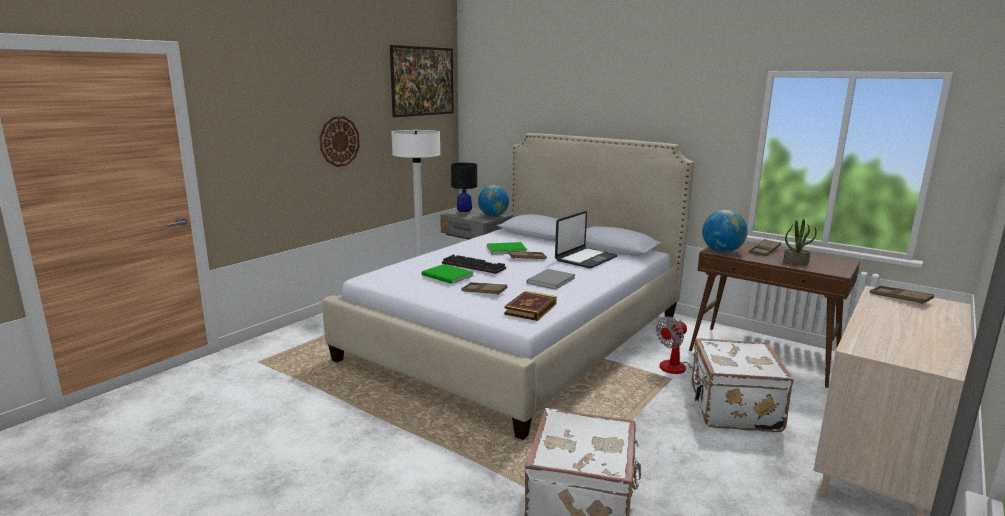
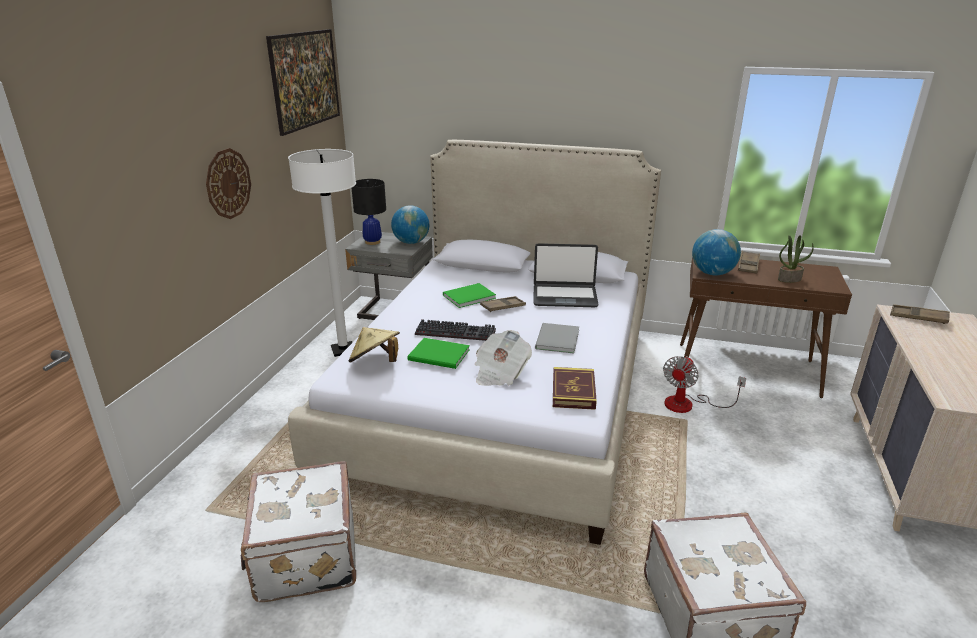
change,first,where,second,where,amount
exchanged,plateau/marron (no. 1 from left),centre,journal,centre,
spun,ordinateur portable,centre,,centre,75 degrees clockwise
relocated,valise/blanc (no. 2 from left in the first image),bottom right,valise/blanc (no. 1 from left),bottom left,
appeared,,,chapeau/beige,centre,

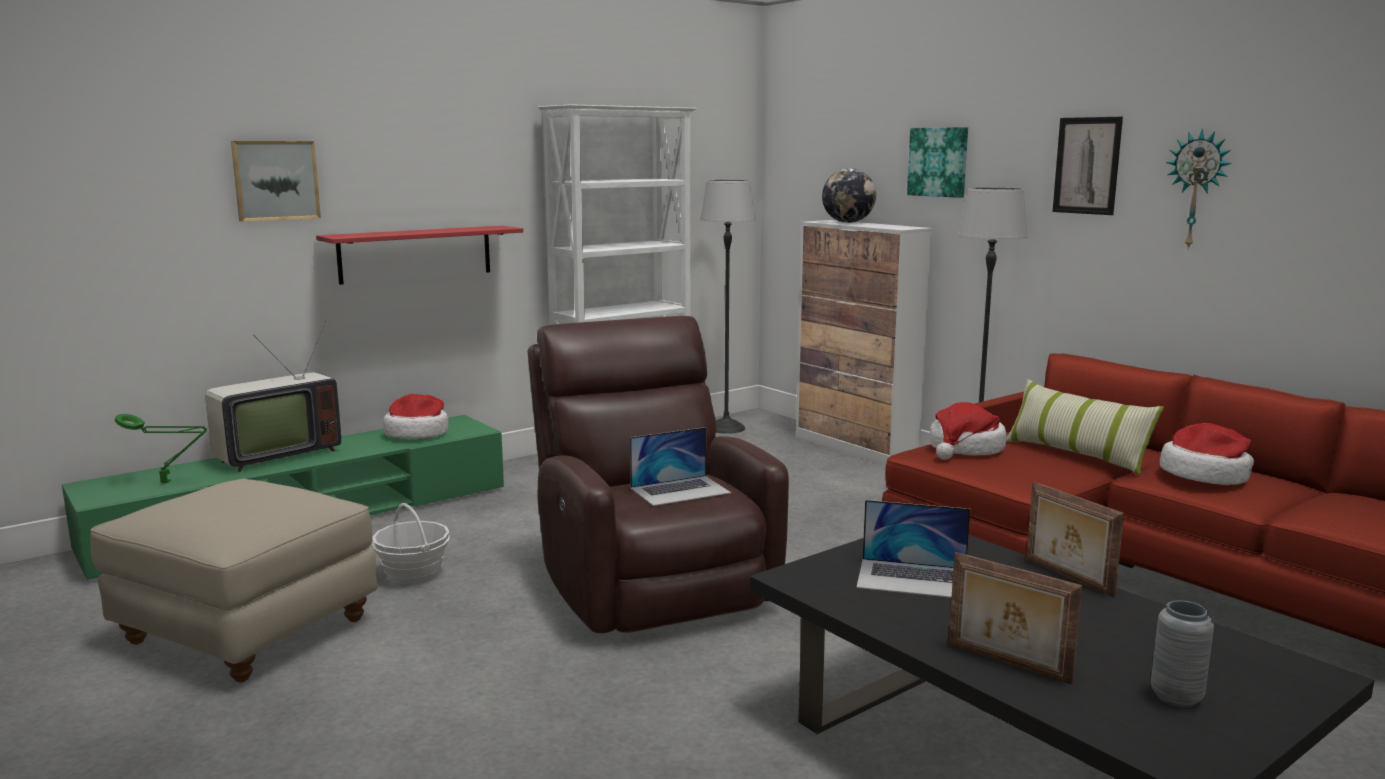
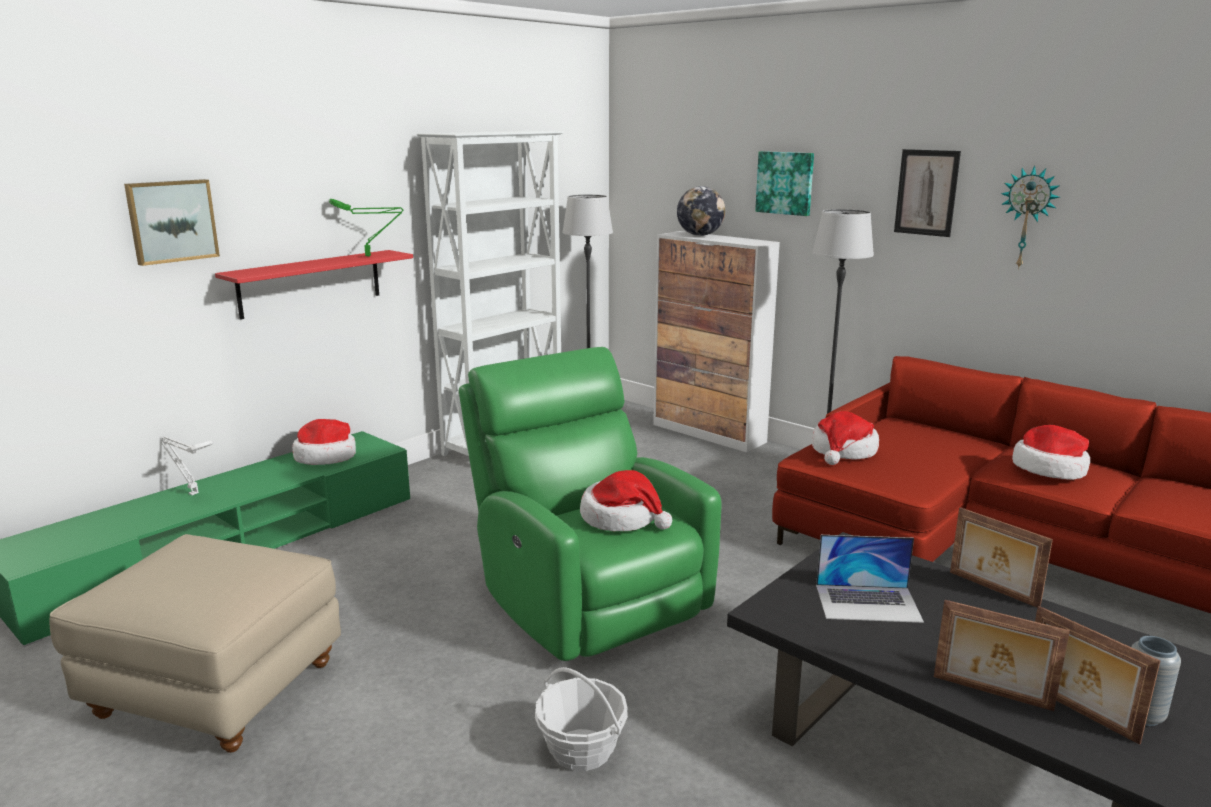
change,first,where,second,where,amount
relocated,lampe de table/vert,middle left,,top left,
exchanged,téléviseur,middle left,lampe de table/blanc,middle left,
relocated,panier,bottom left,,bottom centre,
colour,fauteuil/marron,centre,fauteuil/vert,centre,
exchanged,ordinateur portable (no. 1 from left),centre,chapeau (no. 2 from left),centre,
missing,coussin,middle right,,,
appeared,,,cadre photo (no. 3 from left),bottom right,

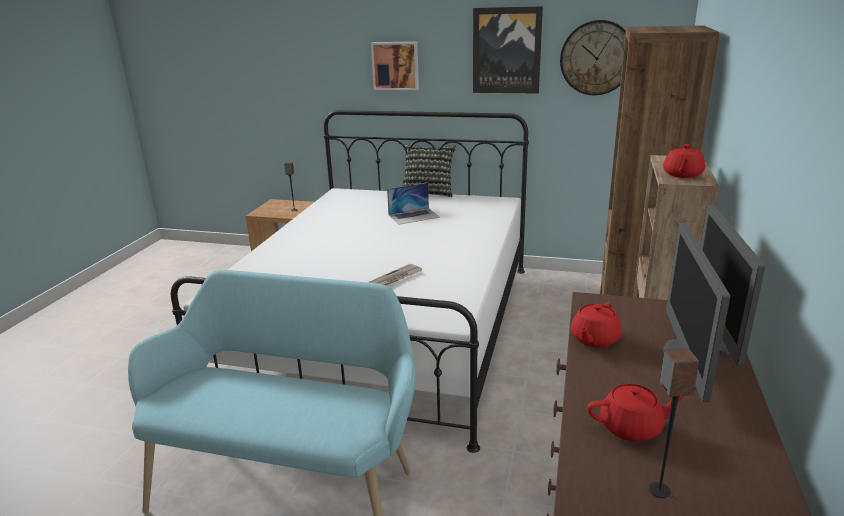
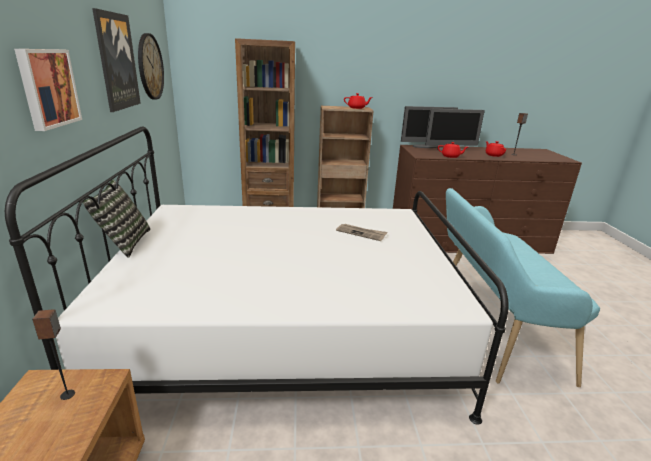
change,first,where,second,where,amount
missing,ordinateur portable,centre,,,

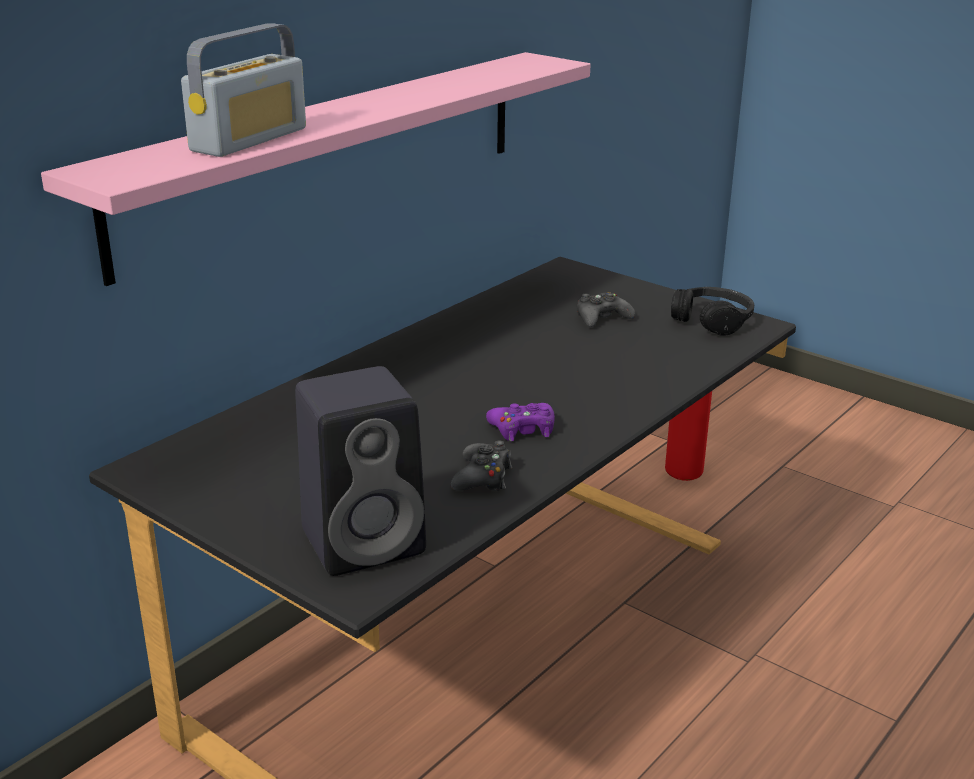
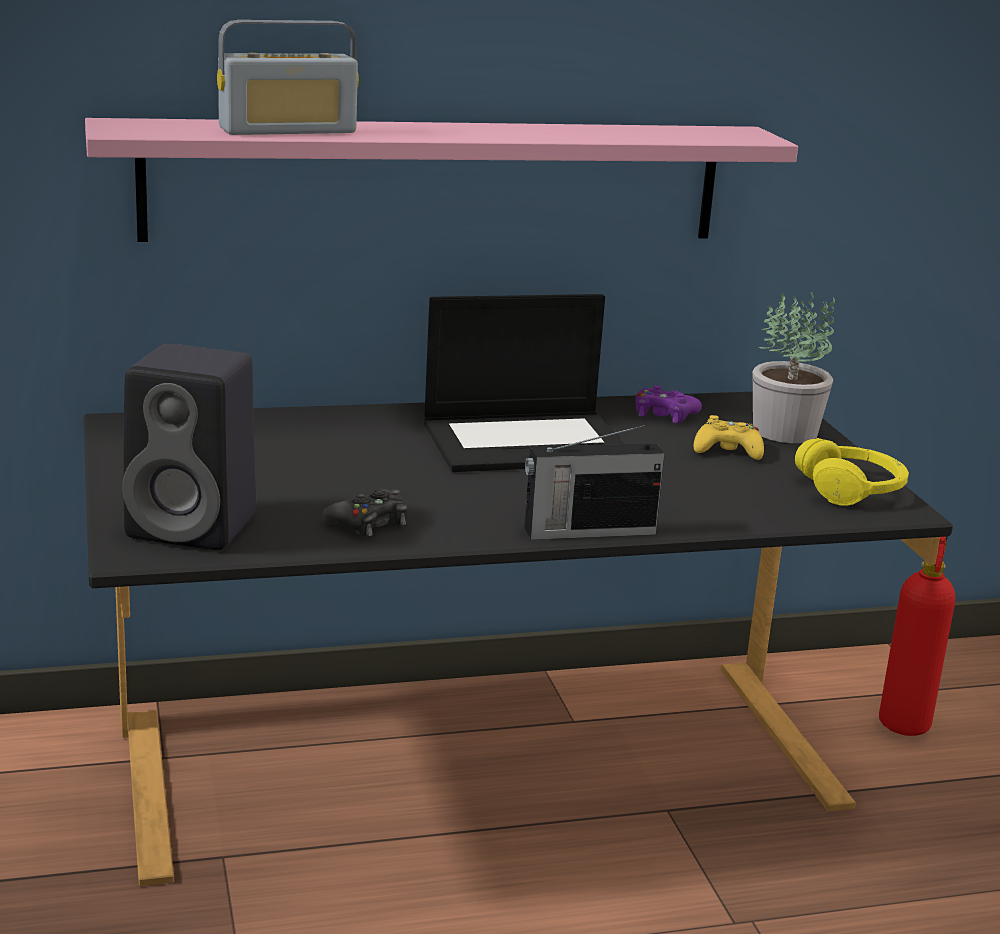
change,first,where,second,where,amount
relocated,manette/violet,centre,,middle right,
colour,manette/noir (no. 2 from left),centre,manette/jaune,middle right,
colour,casque audio/noir,middle right,casque audio/jaune,middle right,
appeared,,,ordinateur portable,centre,
appeared,,,radio (no. 2 from left),centre,
appeared,,,plante en pot,middle right,

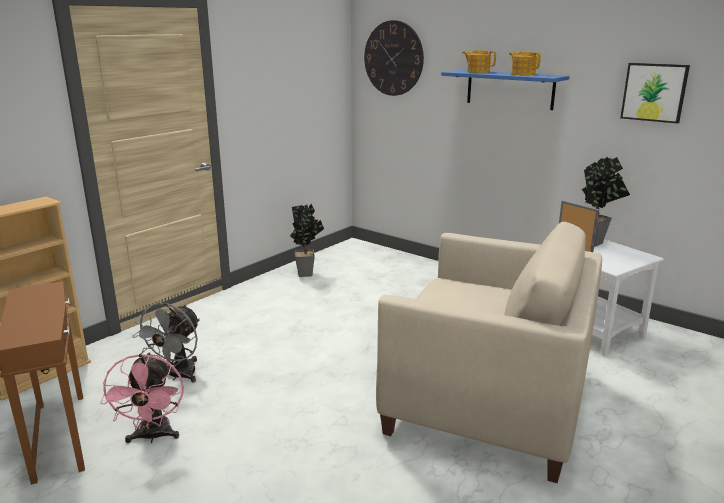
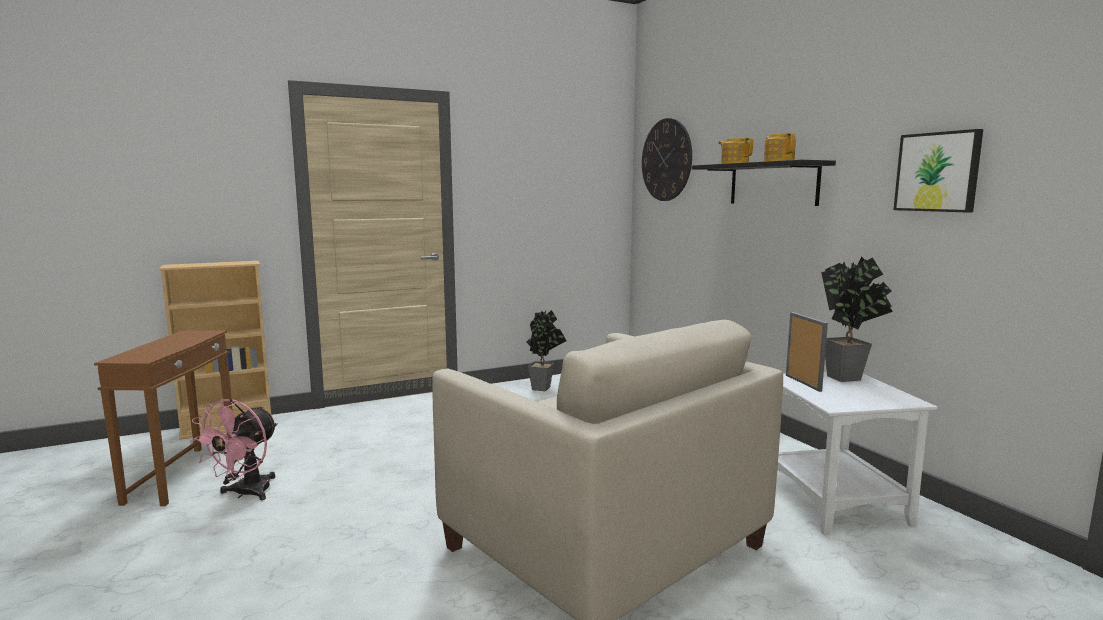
change,first,where,second,where,amount
missing,ventilateur/gris,bottom left,,,
colour,étagère/bleu,top right,étagère/noir,top right,

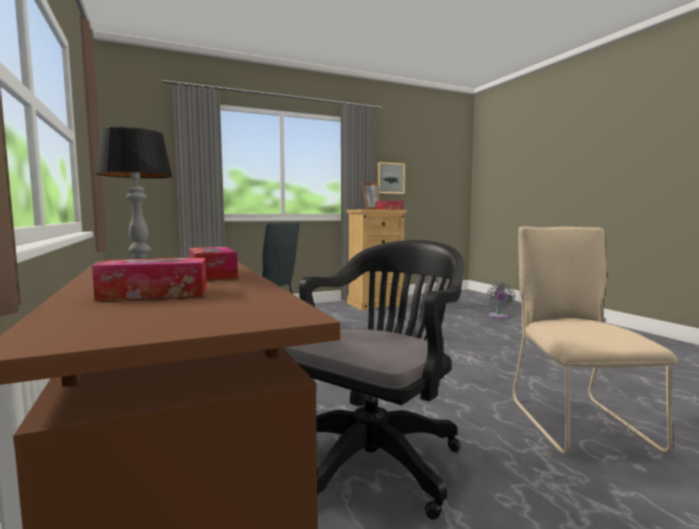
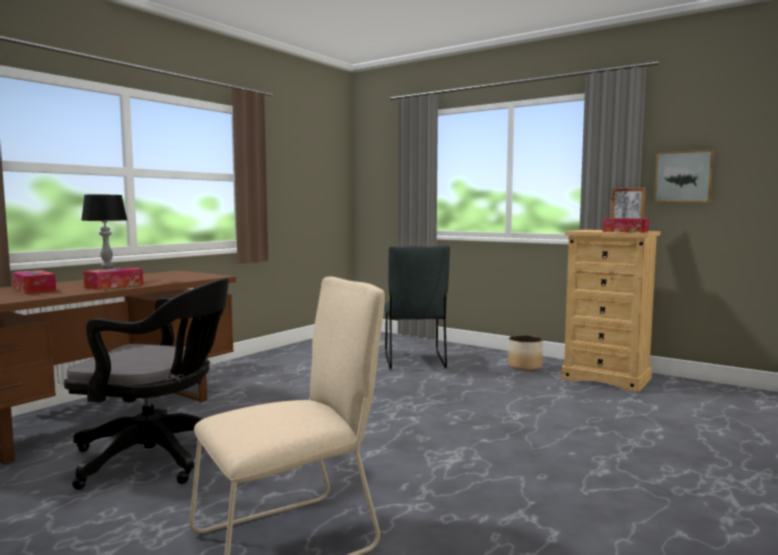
change,first,where,second,where,amount
missing,ventilateur/gris,middle right,,,
appeared,,,cache-pot,middle right,

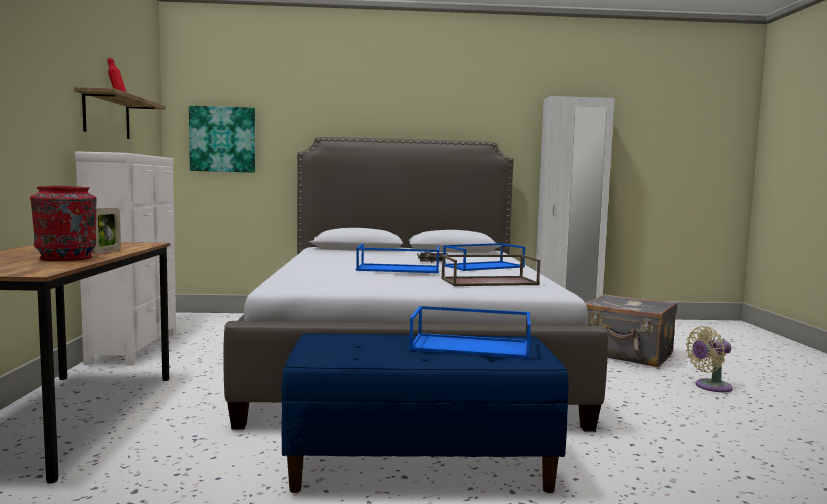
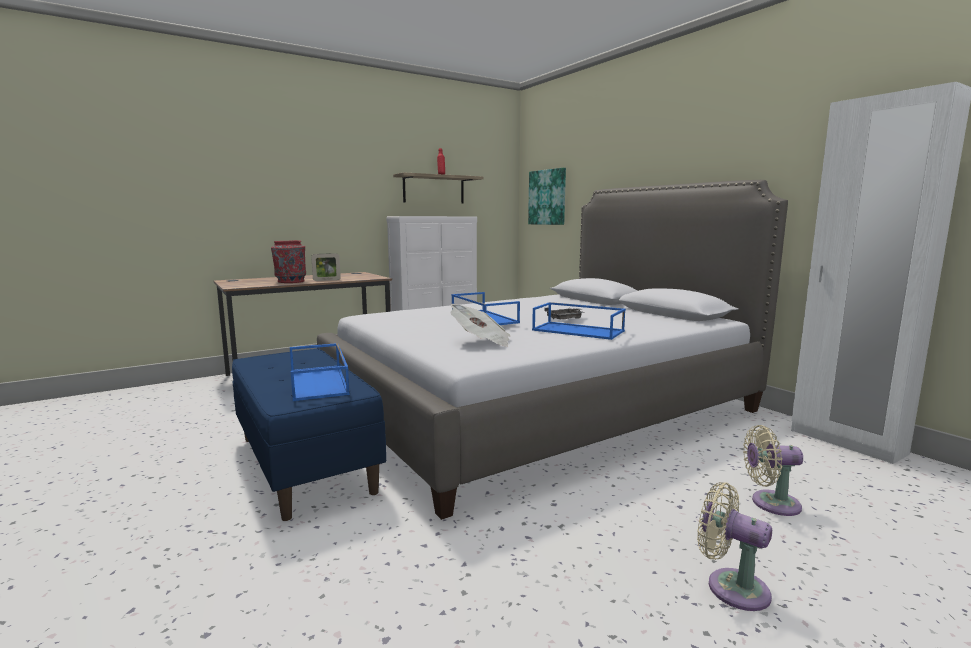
change,first,where,second,where,amount
exchanged,plateau/marron,centre,journal,centre,
exchanged,valise/gris,middle right,ventilateur/beige (no. 2 from left),bottom right,

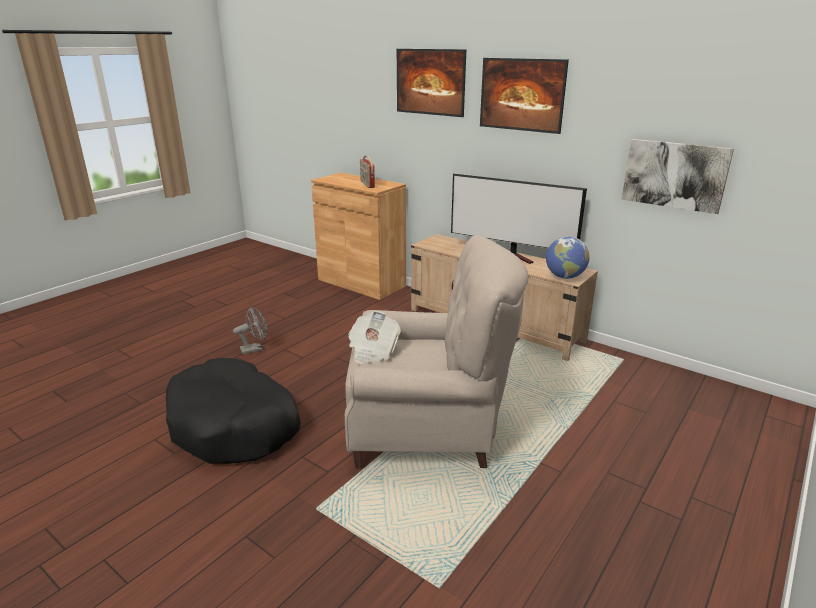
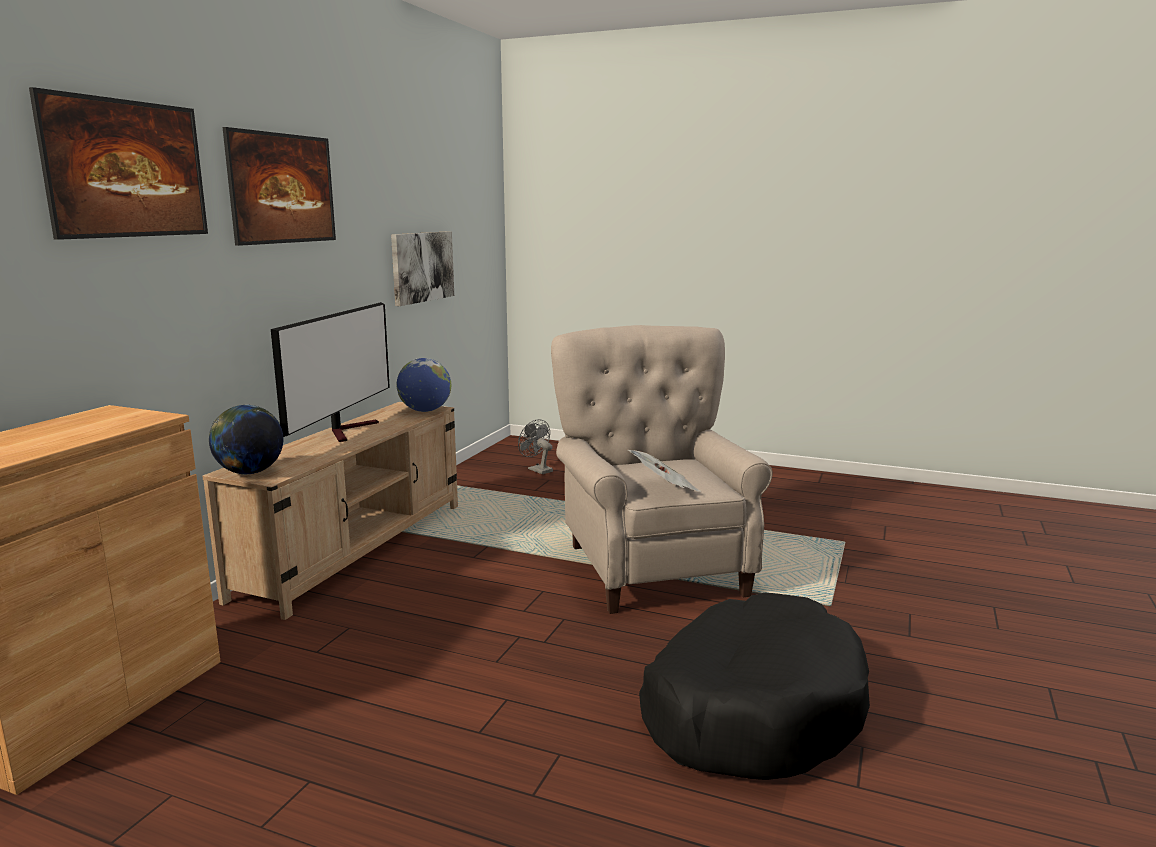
change,first,where,second,where,amount
relocated,ventilateur/gris,middle left,,centre,
missing,radio,top centre,,,
appeared,,,globe (no. 1 from left),middle left,

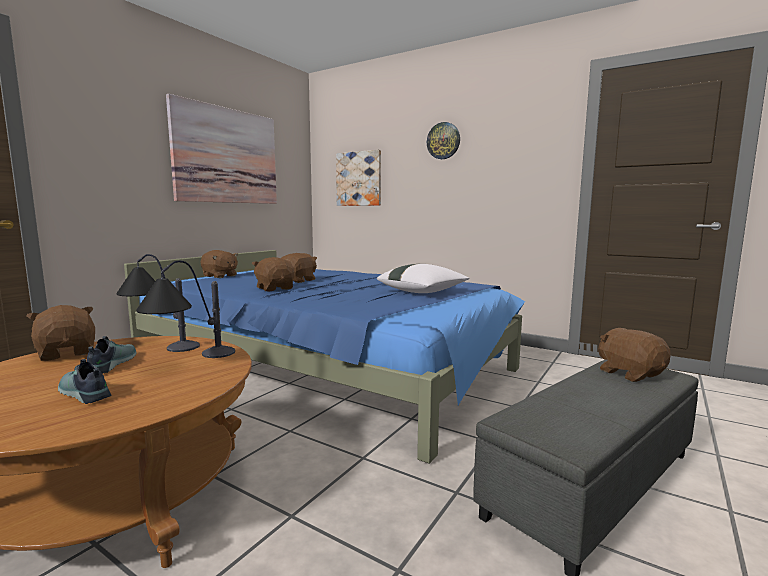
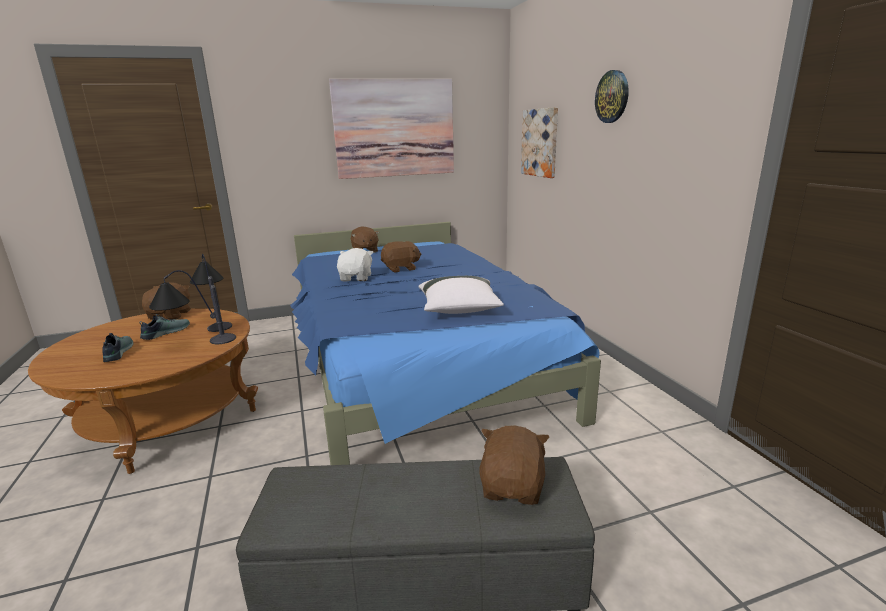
change,first,where,second,where,amount
colour,peluche/marron (no. 3 from left),centre,peluche/blanc,centre,

